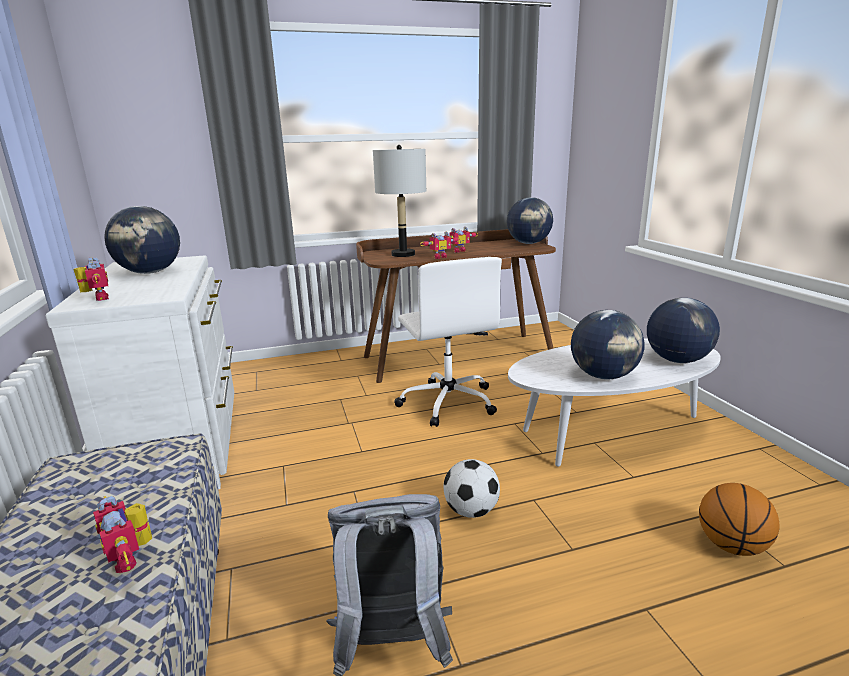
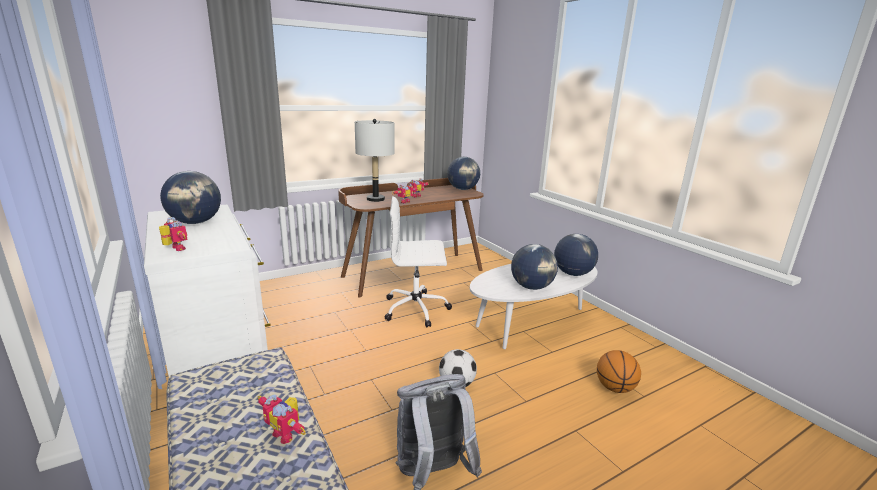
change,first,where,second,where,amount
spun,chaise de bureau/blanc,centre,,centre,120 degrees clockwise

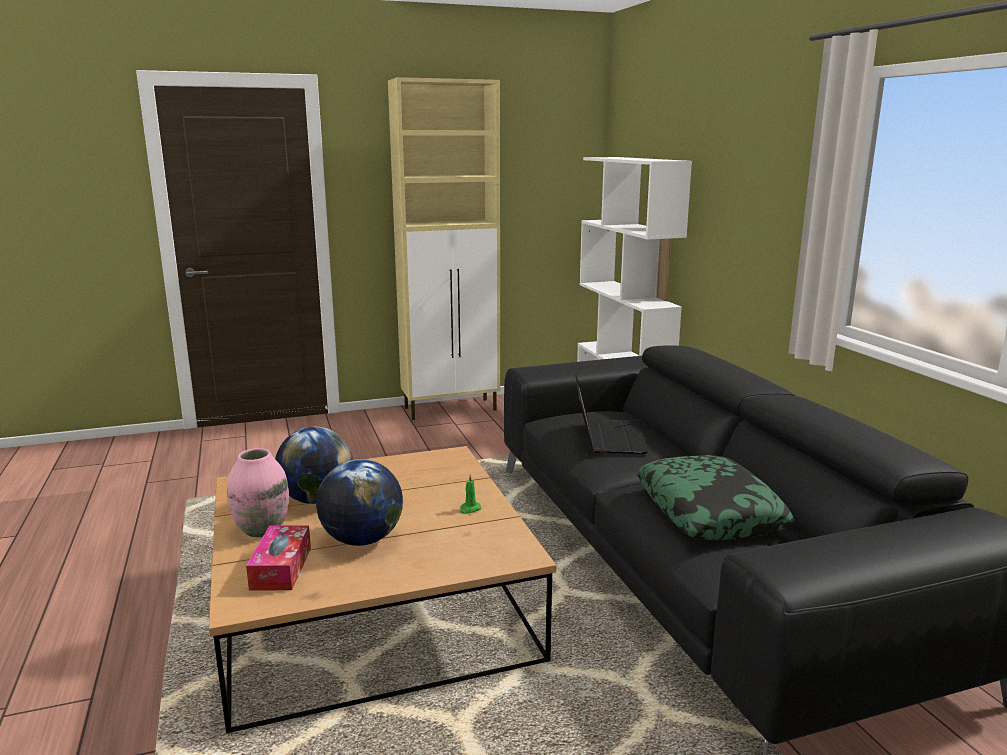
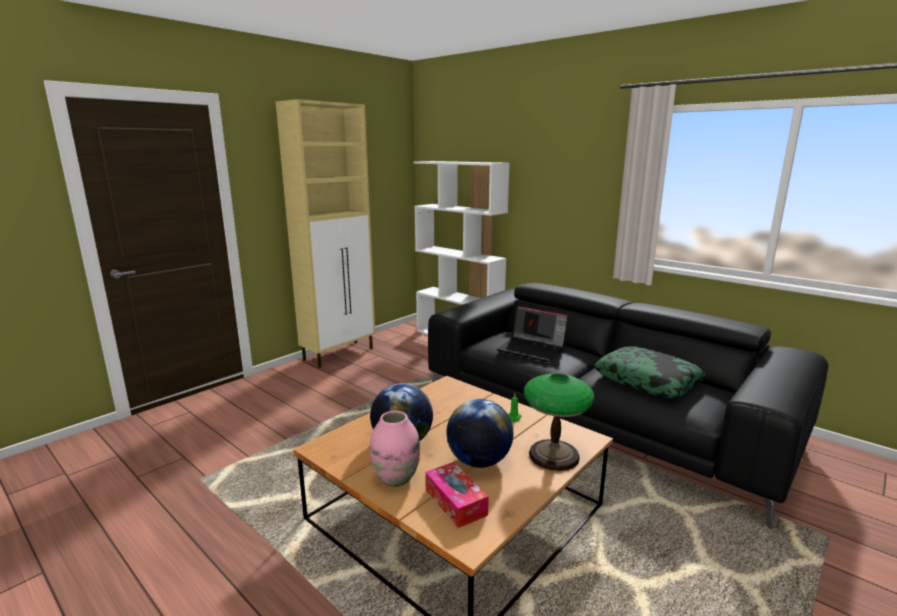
change,first,where,second,where,amount
spun,ordinateur portable,centre,,centre,150 degrees clockwise
appeared,,,lampe de table,bottom centre,

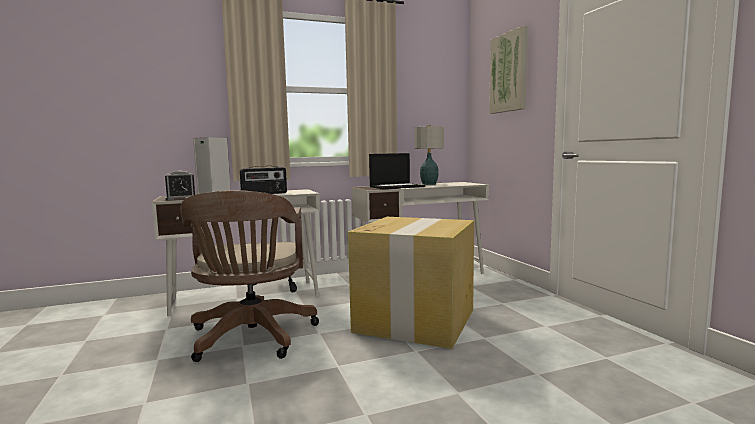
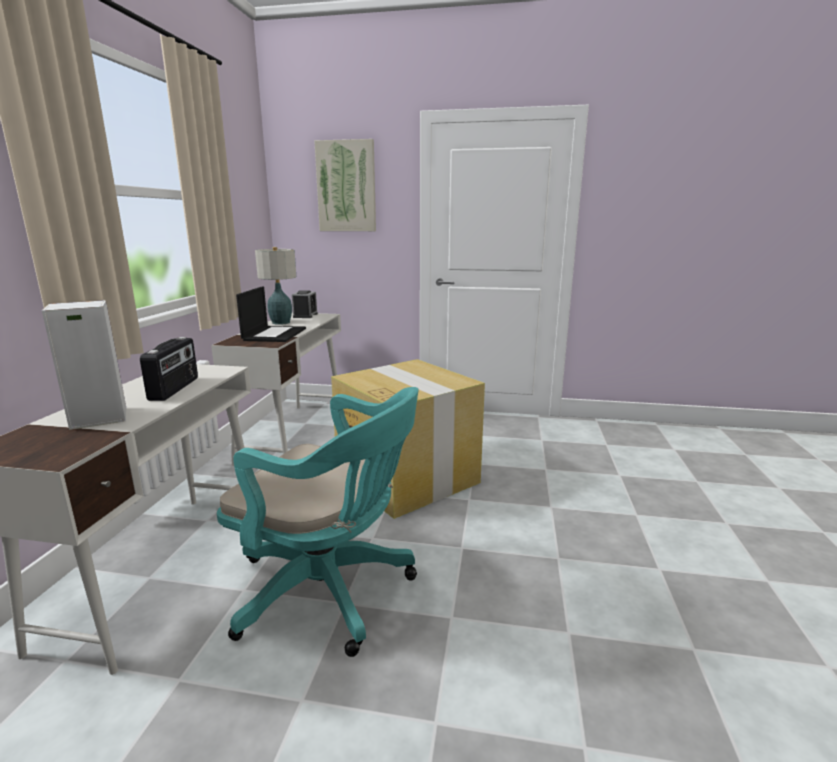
change,first,where,second,where,amount
relocated,réveil,middle left,,centre,
colour,chaise de bureau/marron,middle left,chaise de bureau/turquoise,bottom centre,

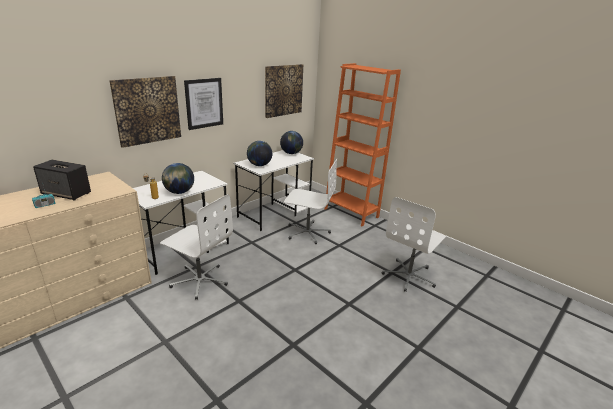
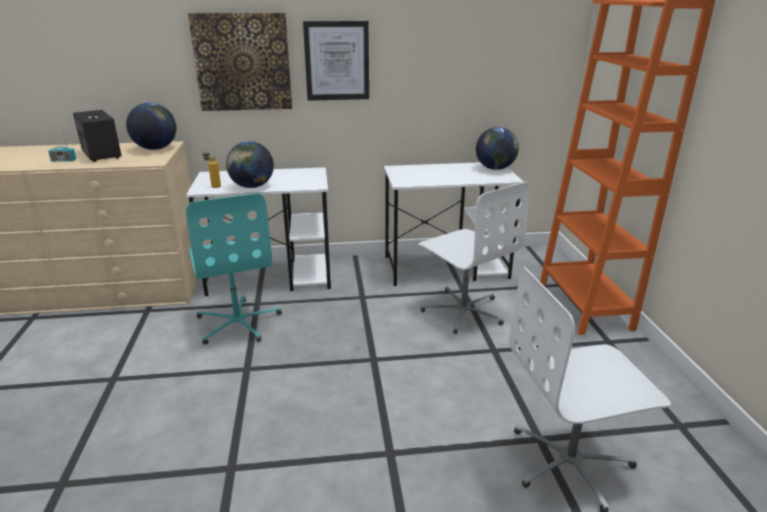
change,first,where,second,where,amount
colour,chaise de bureau/blanc (no. 1 from left),middle left,chaise de bureau/turquoise,middle left,
relocated,globe (no. 2 from left in the first image),centre,globe (no. 1 from left),top left,
missing,tableau (no. 3 from left),top centre,,,

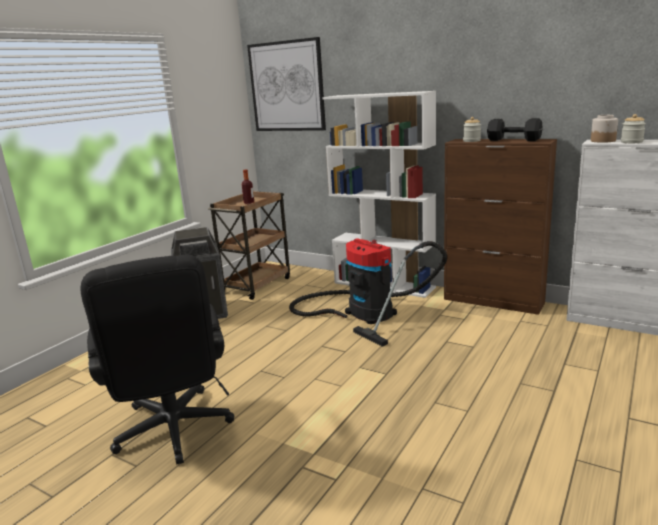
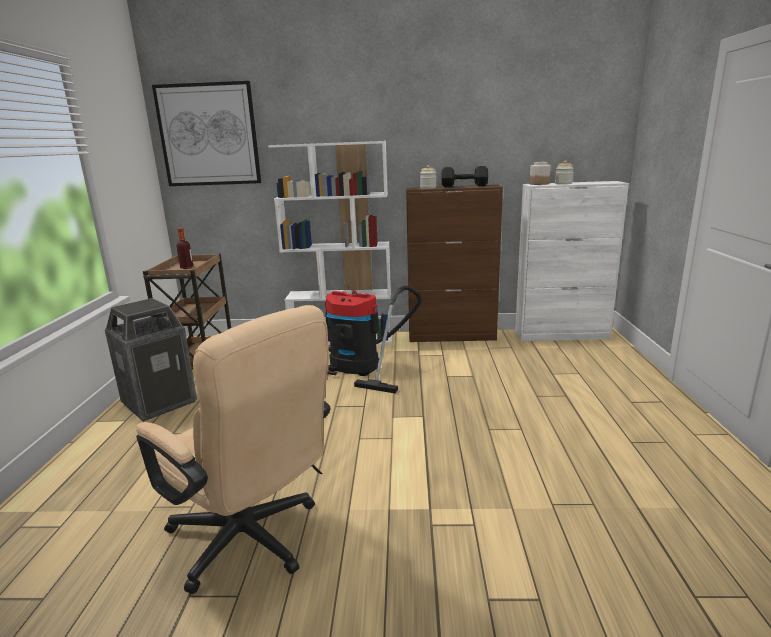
change,first,where,second,where,amount
colour,chaise de bureau/noir,bottom left,chaise de bureau/beige,bottom left,

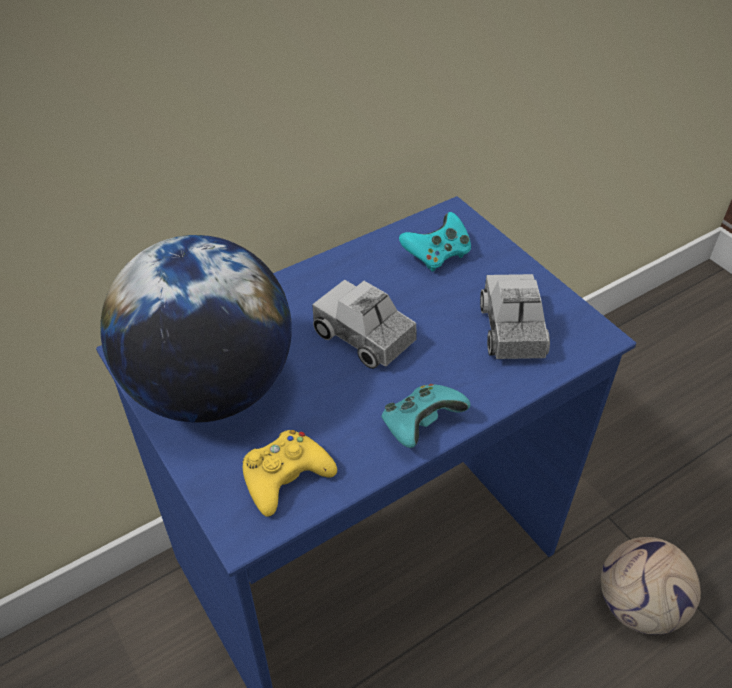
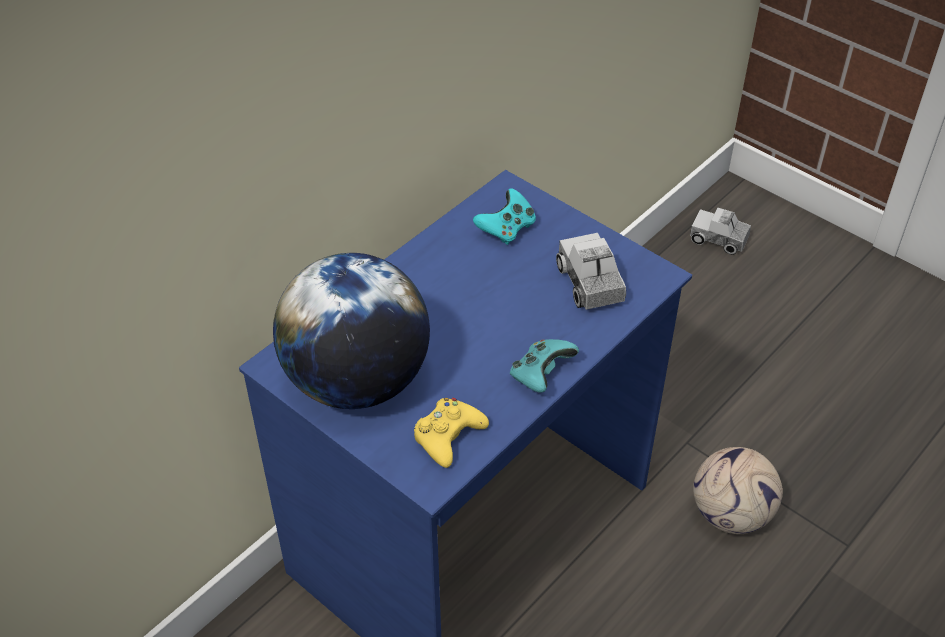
change,first,where,second,where,amount
relocated,camion jouet (no. 1 from left in the first image),centre,camion jouet (no. 2 from left),middle right,

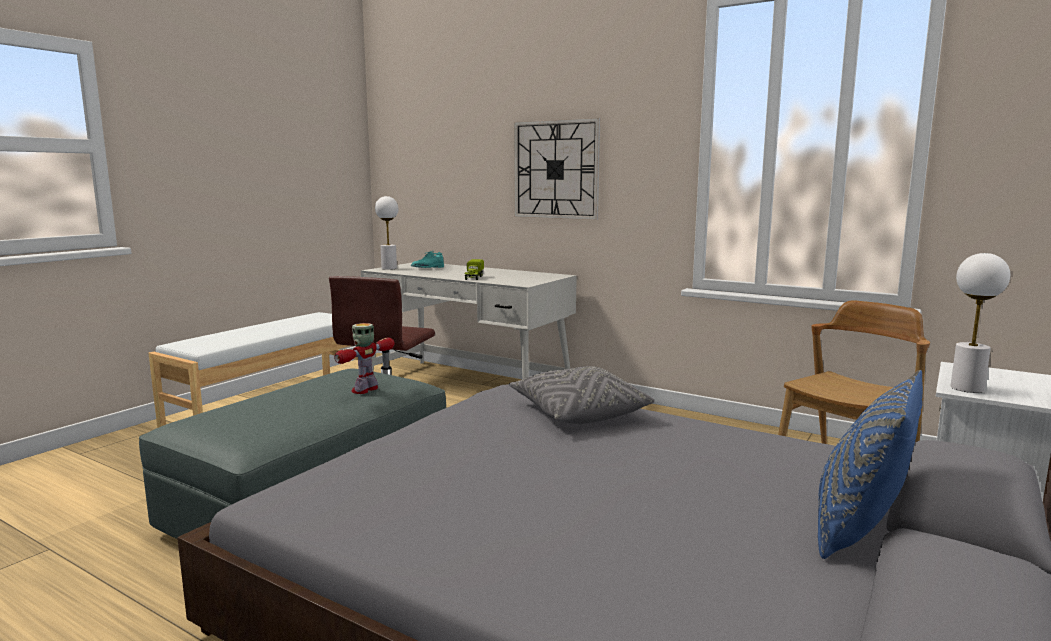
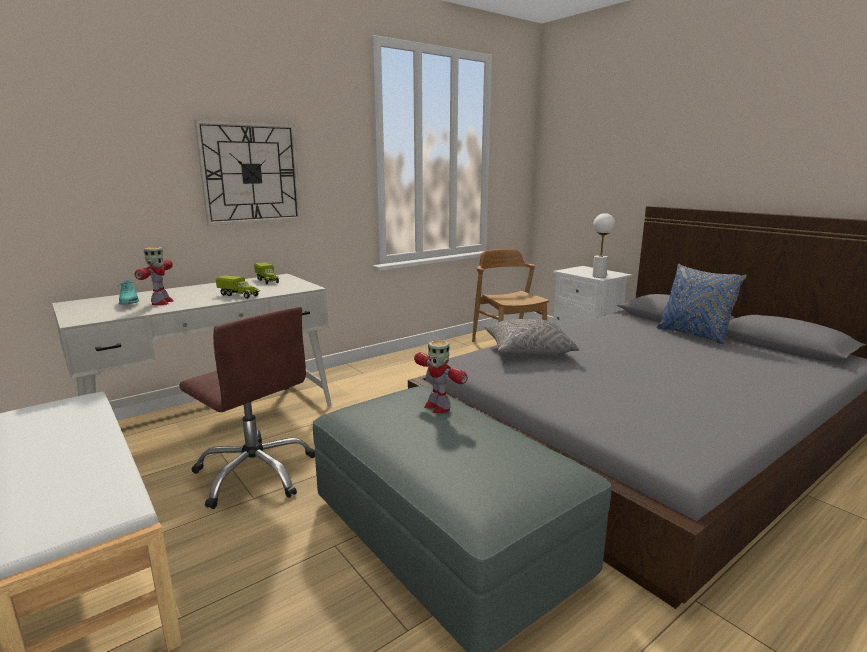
change,first,where,second,where,amount
missing,lampe de table/blanc (no. 1 from left),centre,,,
appeared,,,robot jouet (no. 1 from left),middle left,
appeared,,,camion jouet (no. 2 from left),middle left,

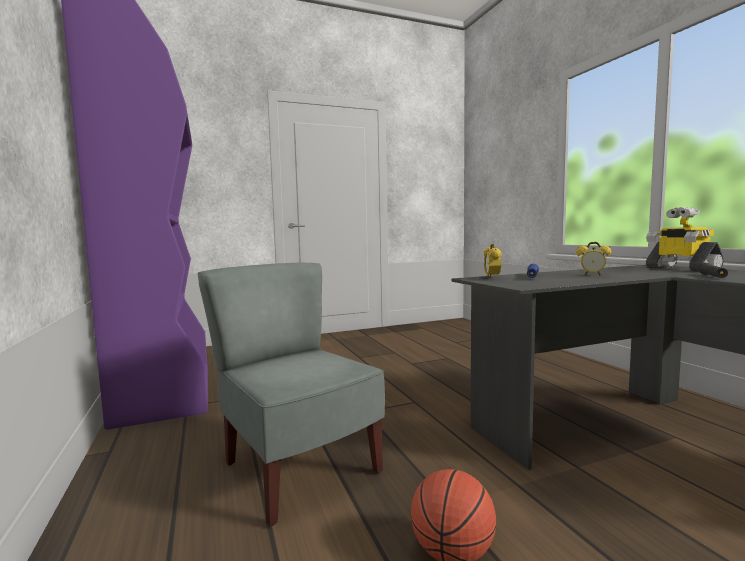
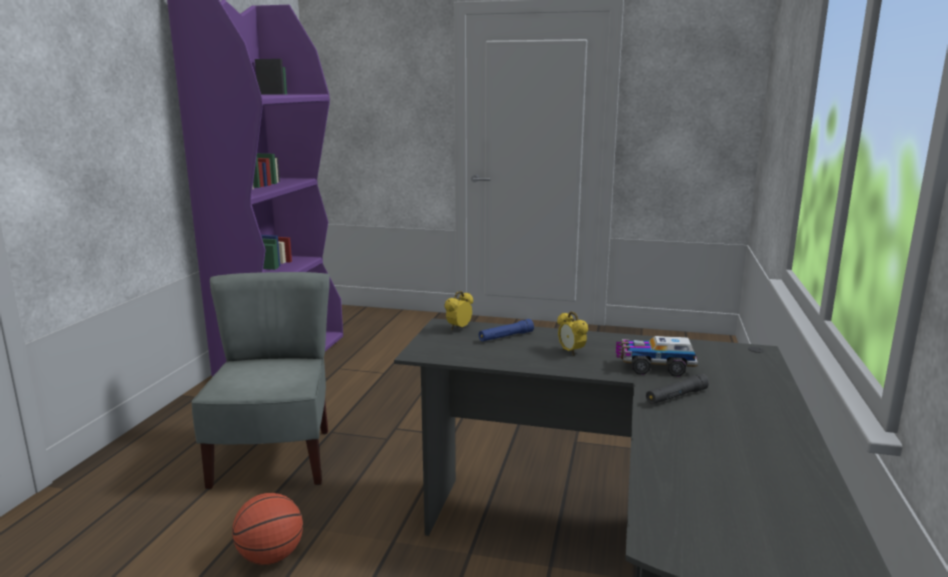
change,first,where,second,where,amount
missing,robot jouet,middle right,,,
appeared,,,camion jouet,middle right,

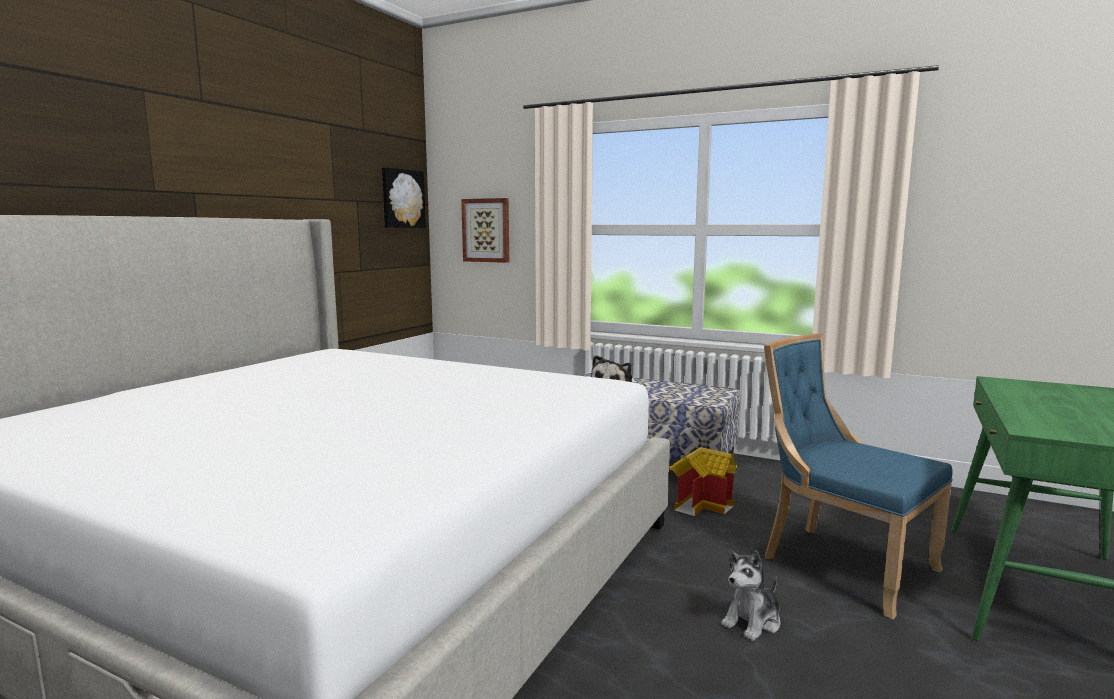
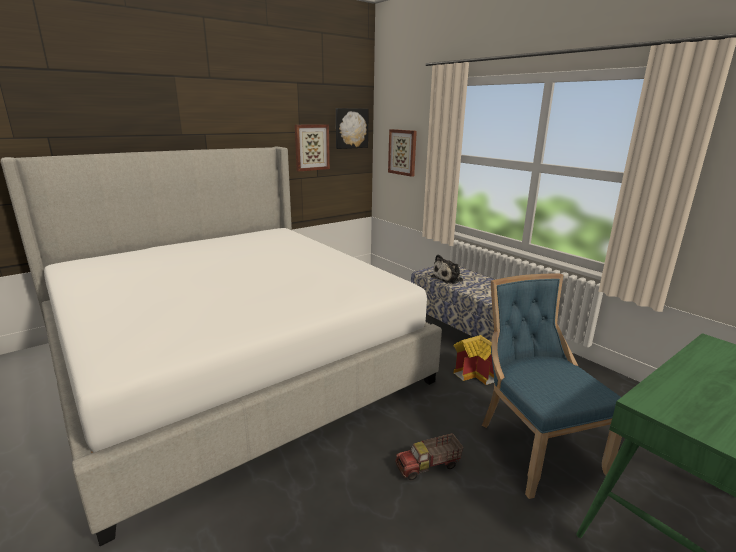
change,first,where,second,where,amount
exchanged,peluche (no. 2 from left),bottom right,camion jouet,bottom centre,
appeared,,,tableau (no. 1 from left),top centre,

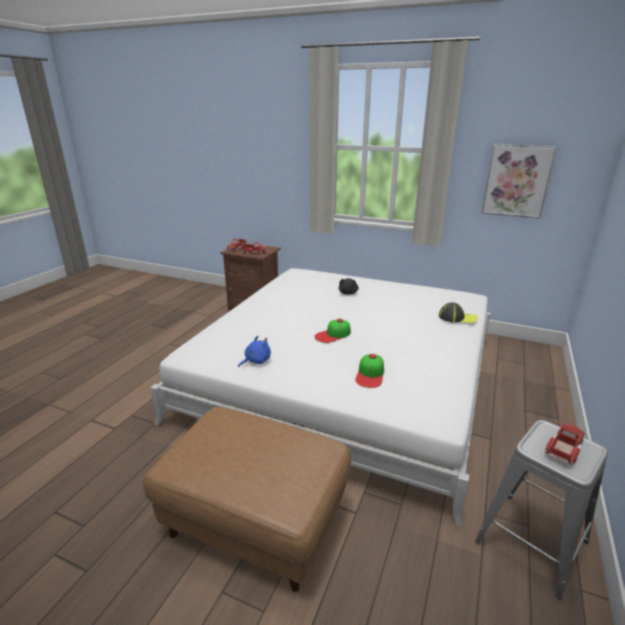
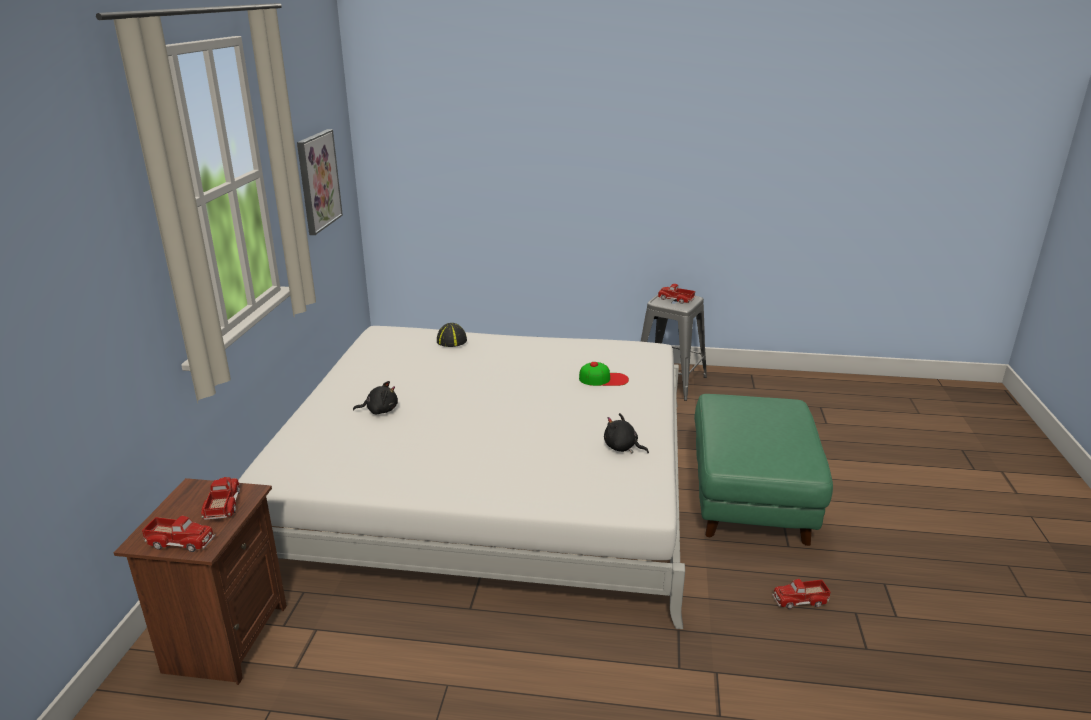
change,first,where,second,where,amount
colour,pouf/marron,bottom centre,pouf/vert,middle right,
colour,peluche/bleu,centre,peluche/noir (no. 2 from left),centre,
missing,casquette (no. 1 from left),centre,,,
appeared,,,camion jouet (no. 4 from left),bottom right,

